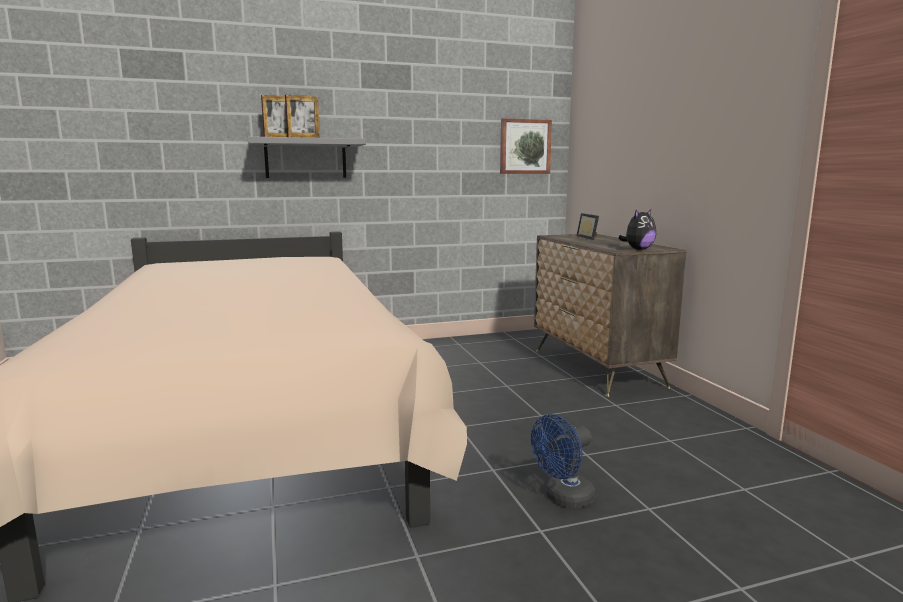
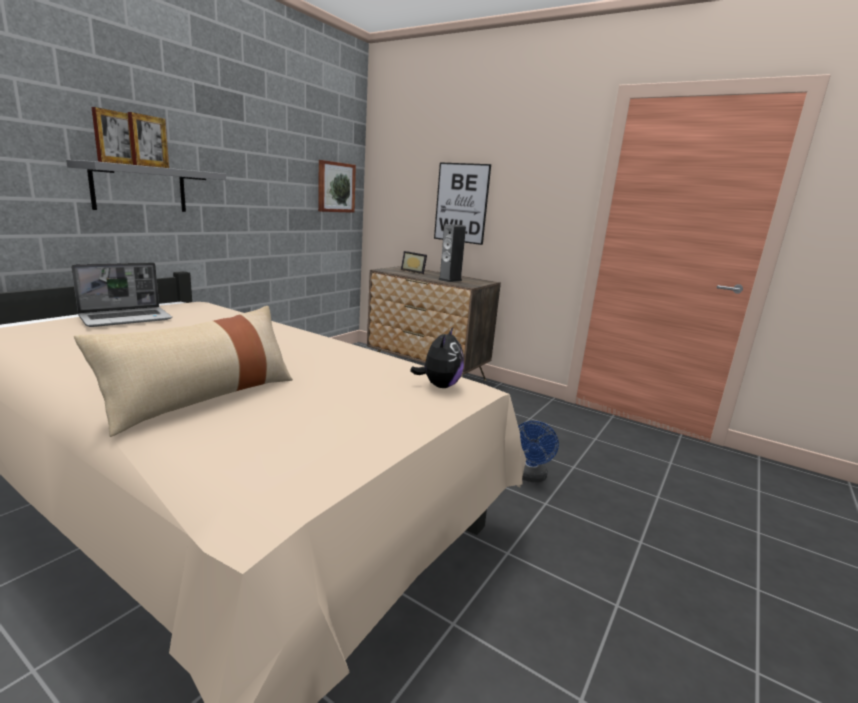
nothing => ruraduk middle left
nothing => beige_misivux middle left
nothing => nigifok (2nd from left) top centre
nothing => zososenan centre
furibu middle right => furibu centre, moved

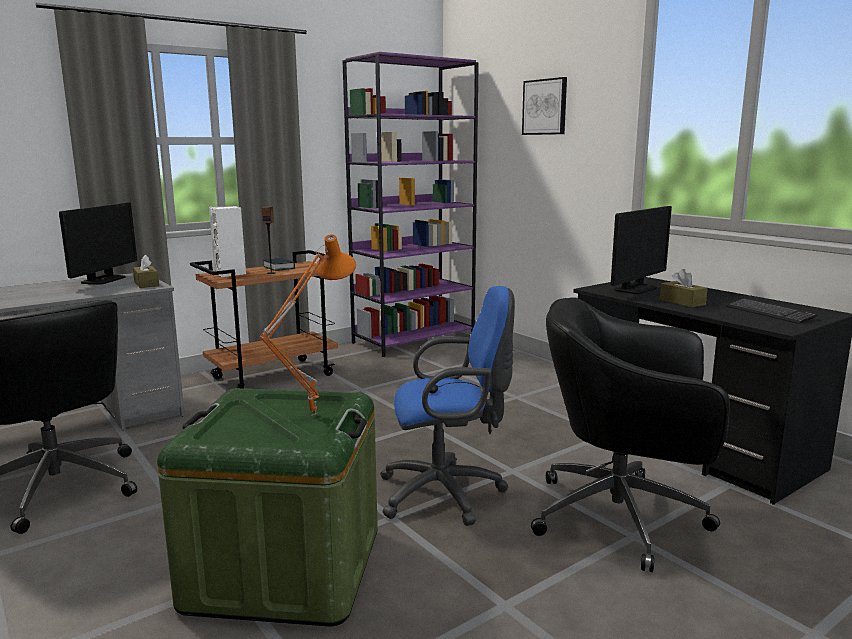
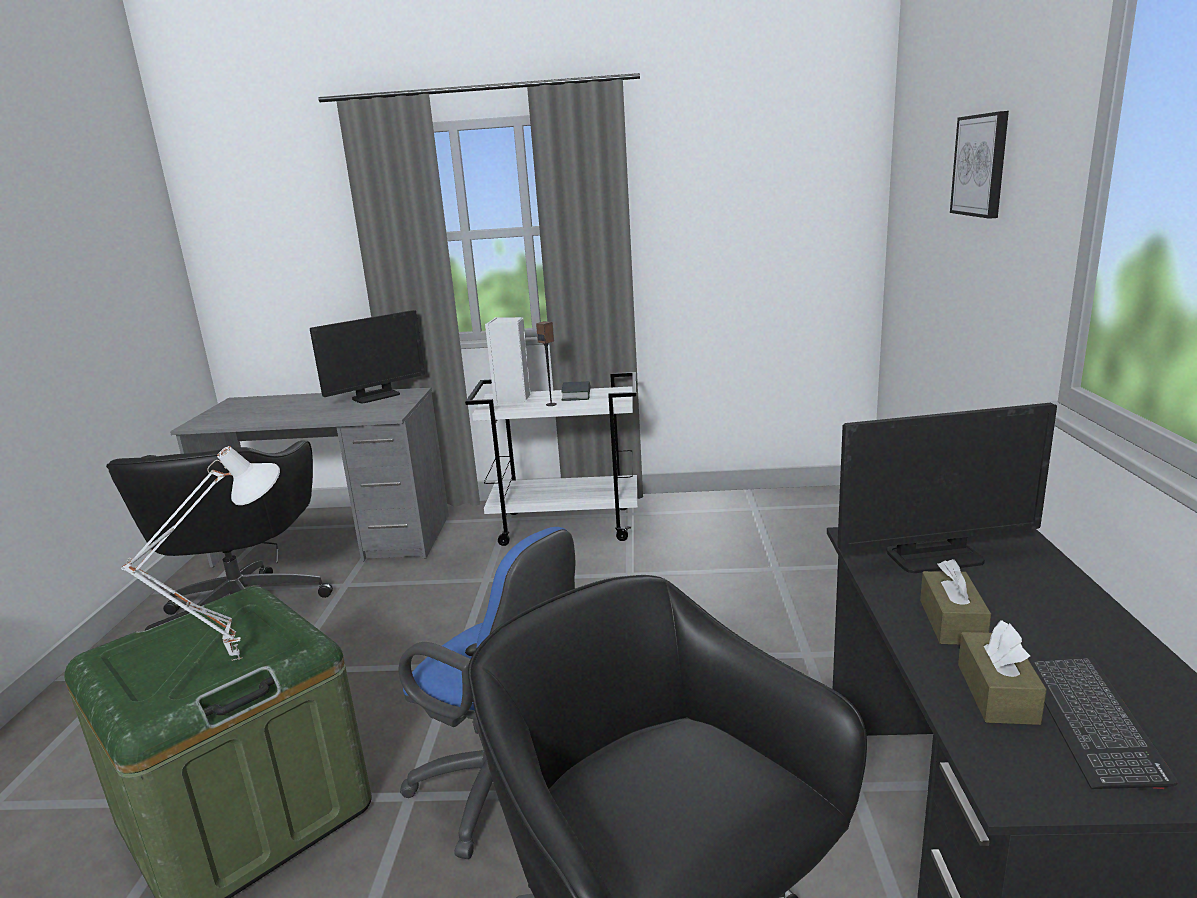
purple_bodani top centre => nothing
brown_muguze (1st from left in the first image) middle left => brown_muguze (2nd from left) bottom right, moved
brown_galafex middle left => white_galafex centre
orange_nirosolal centre => white_nirosolal middle left

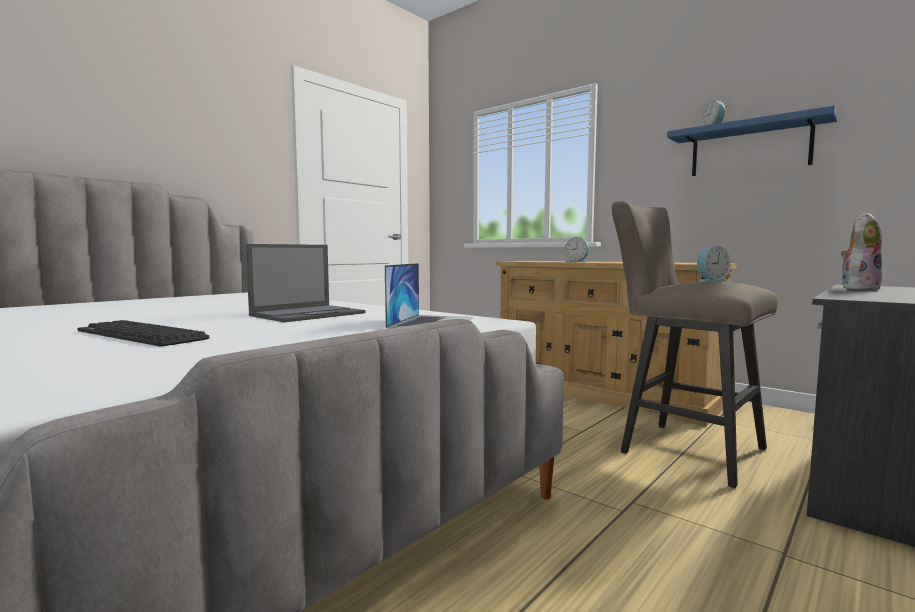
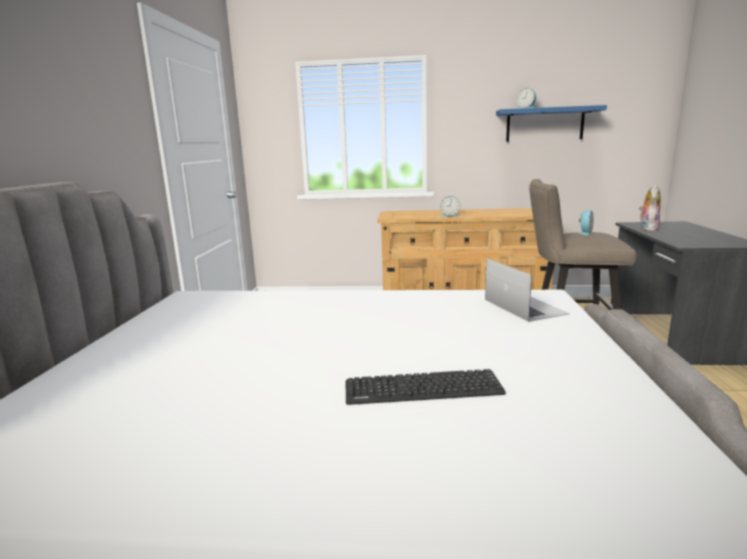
ruraduk (1st from left) centre => nothing

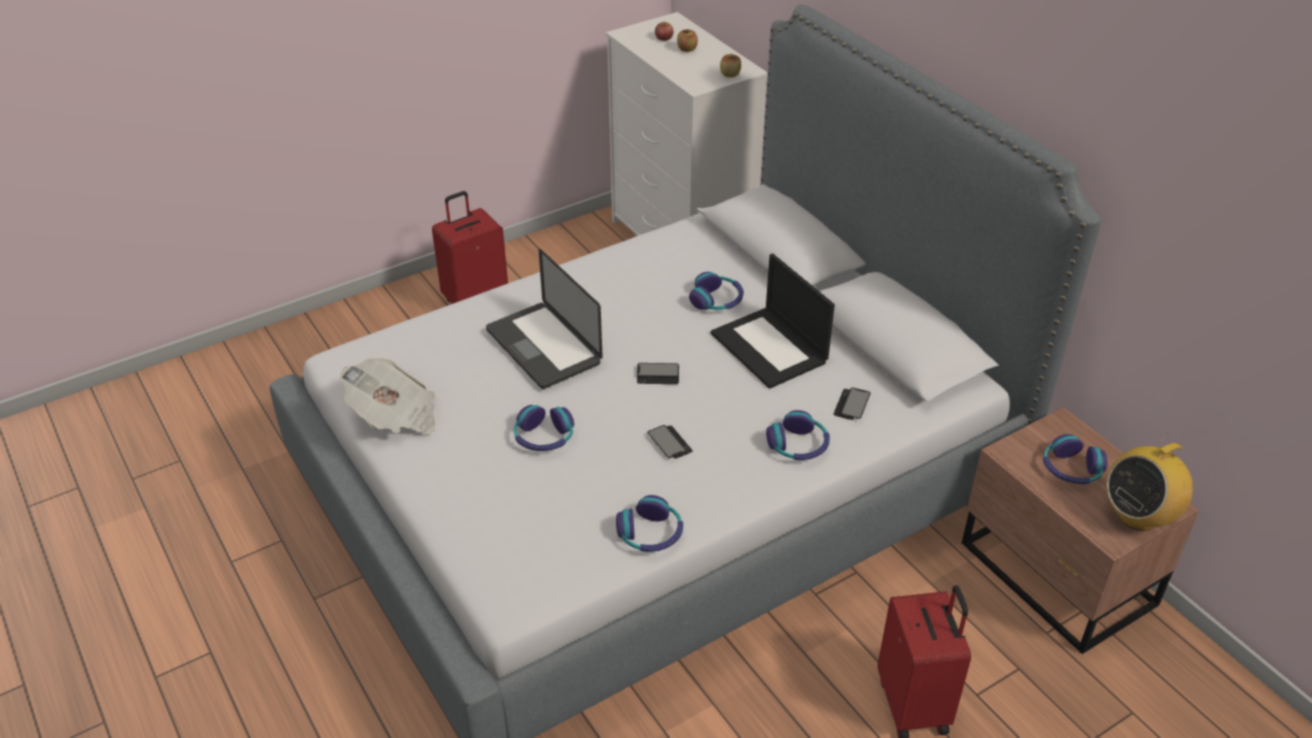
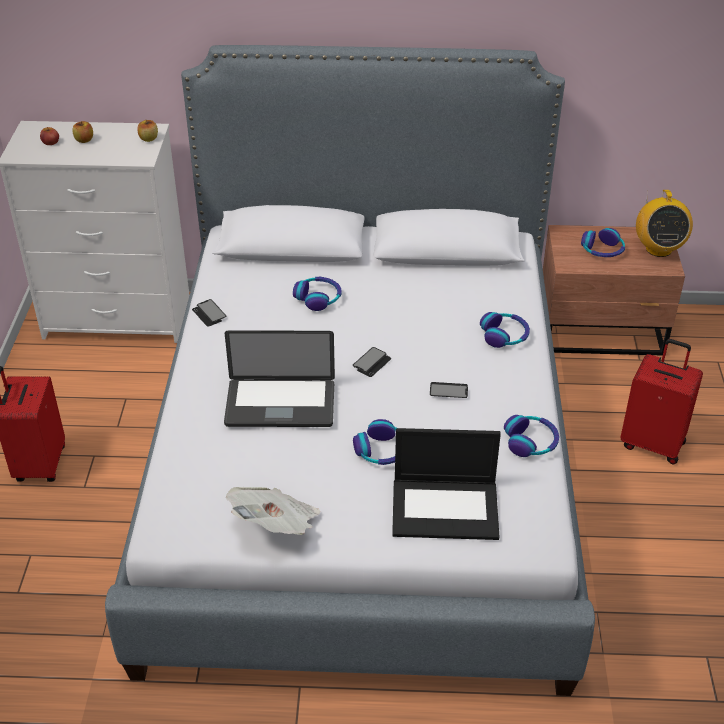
ruraduk (2nd from left) centre => ruraduk (2nd from left) bottom centre, moved
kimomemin (3rd from left in the first image) centre => kimomemin (1st from left) middle left, moved

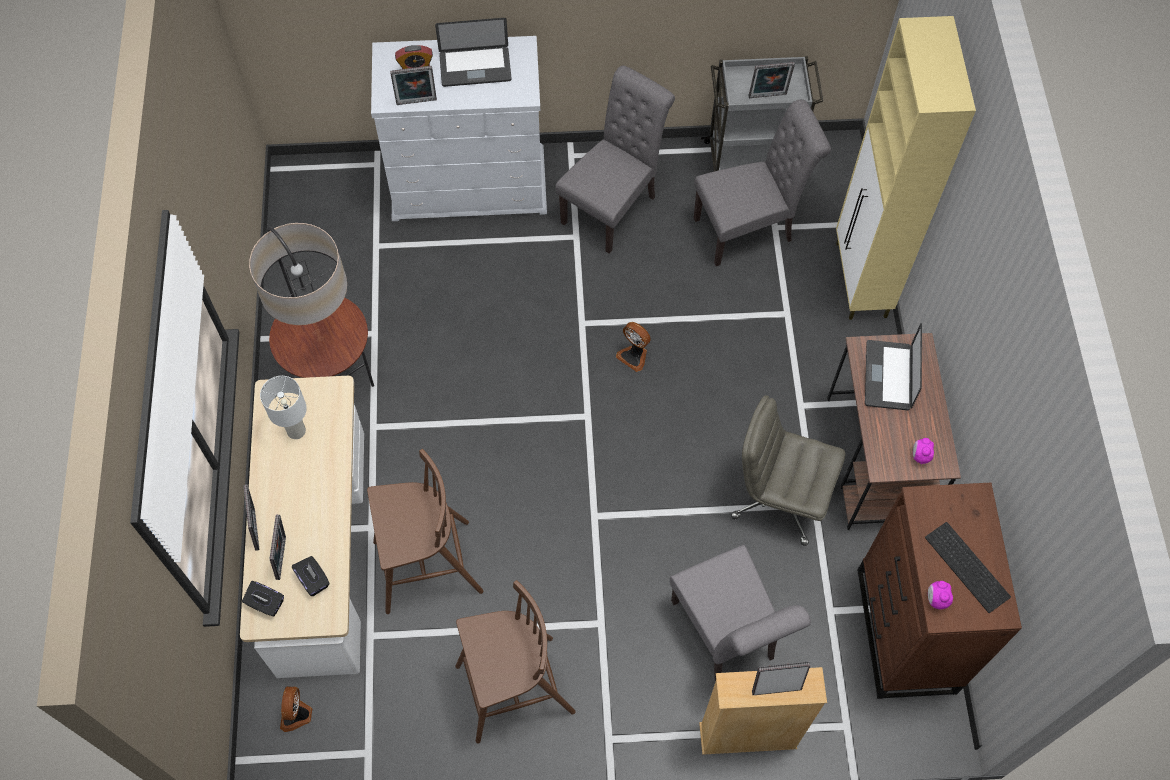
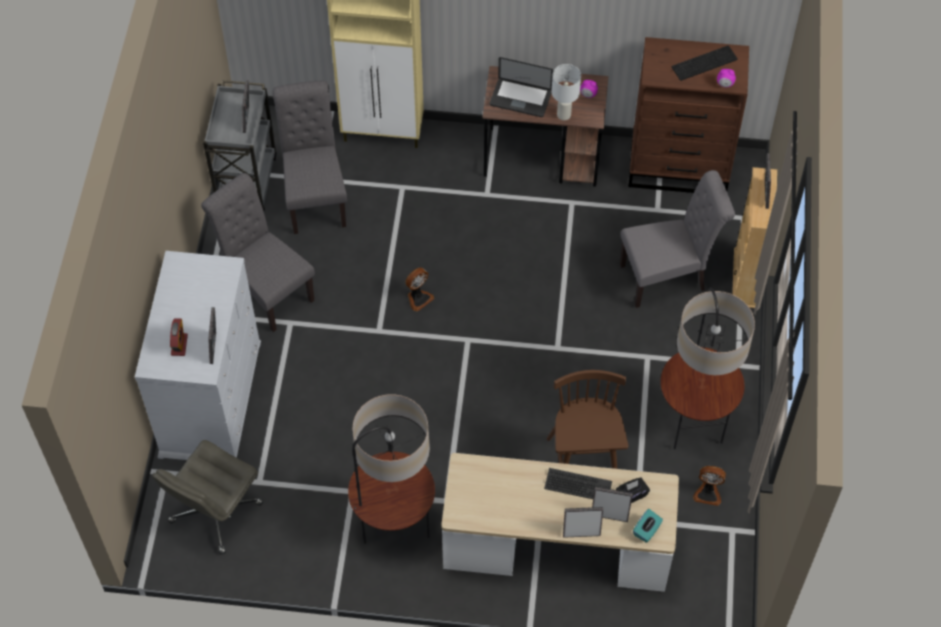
ruraduk (1st from left) top centre => nothing
nothing => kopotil (1st from left) bottom centre
white_nirosolal middle left => white_nirosolal top centre, moved
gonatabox (1st from left in the first image) bottom left => gonatabox (2nd from left) bottom right, moved
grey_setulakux middle right => grey_setulakux bottom left, moved
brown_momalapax (2nd from left) bottom centre => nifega (2nd from left) middle right
black_muguze (1st from left) bottom left => turquoise_muguze bottom right

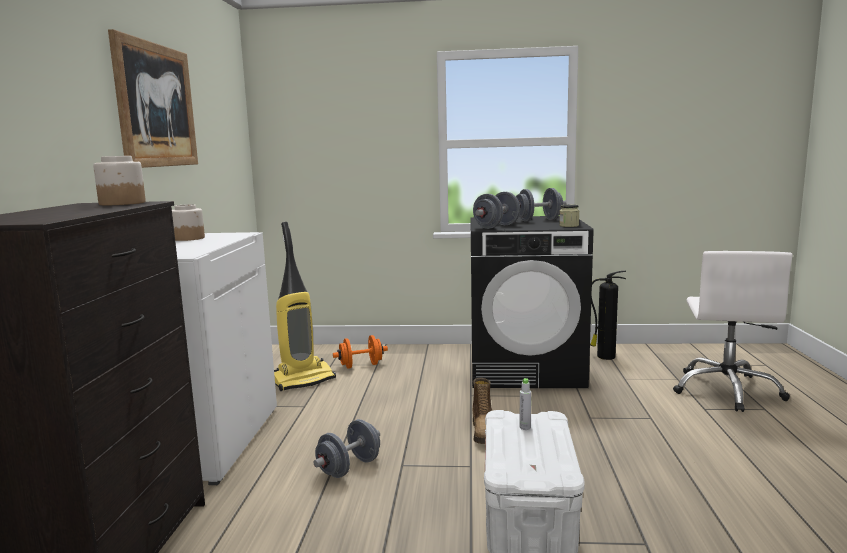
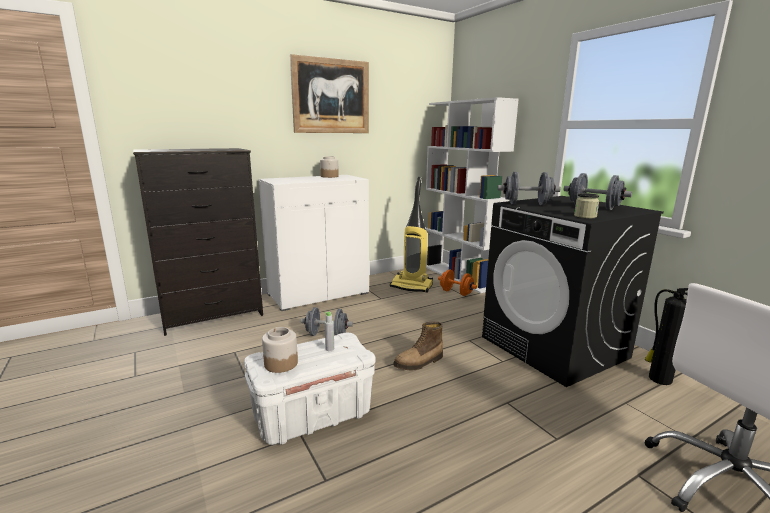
nothing => white_bodani centre
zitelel (1st from left) top left => zitelel (1st from left) bottom centre, moved

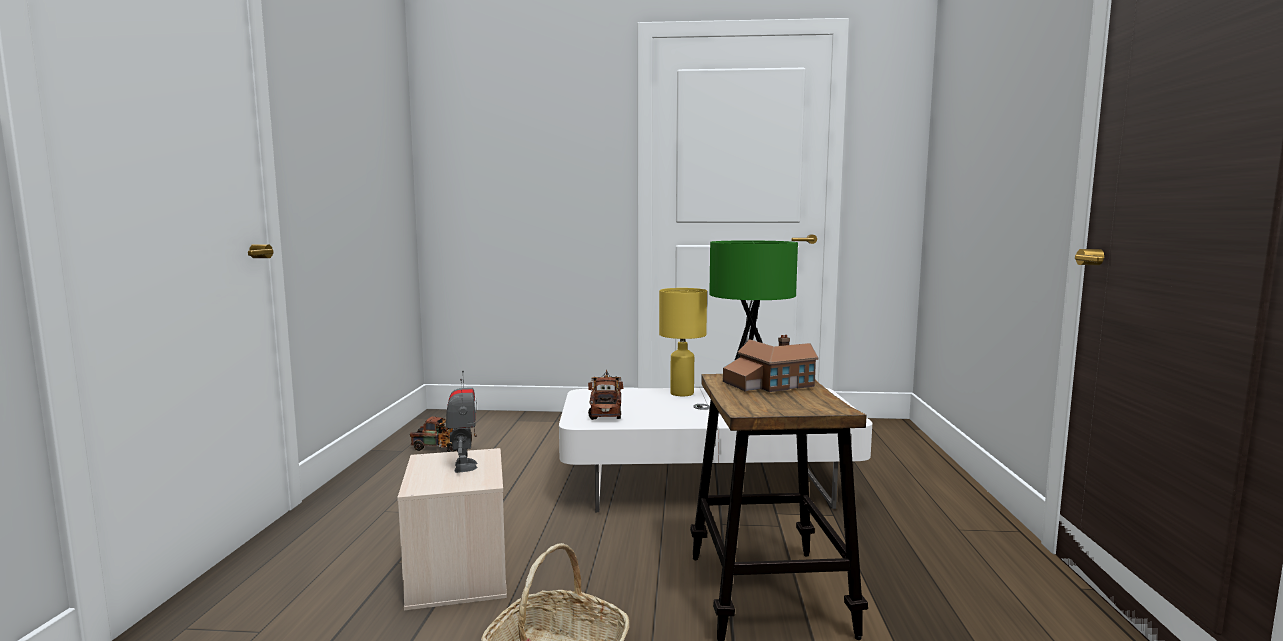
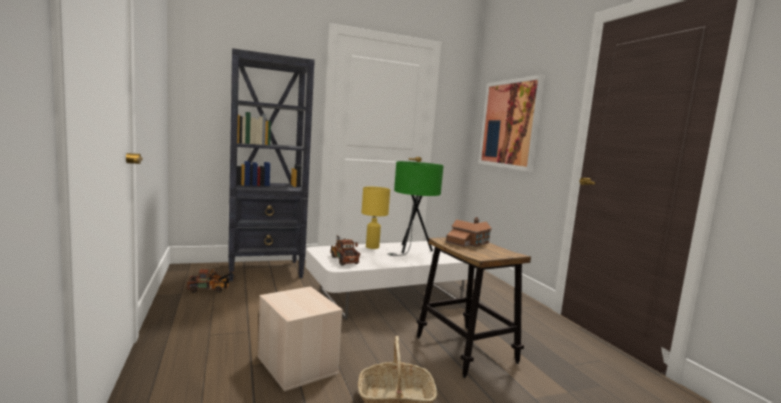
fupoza centre => nothing
nothing => black_bodani centre
nothing => nigifok top centre

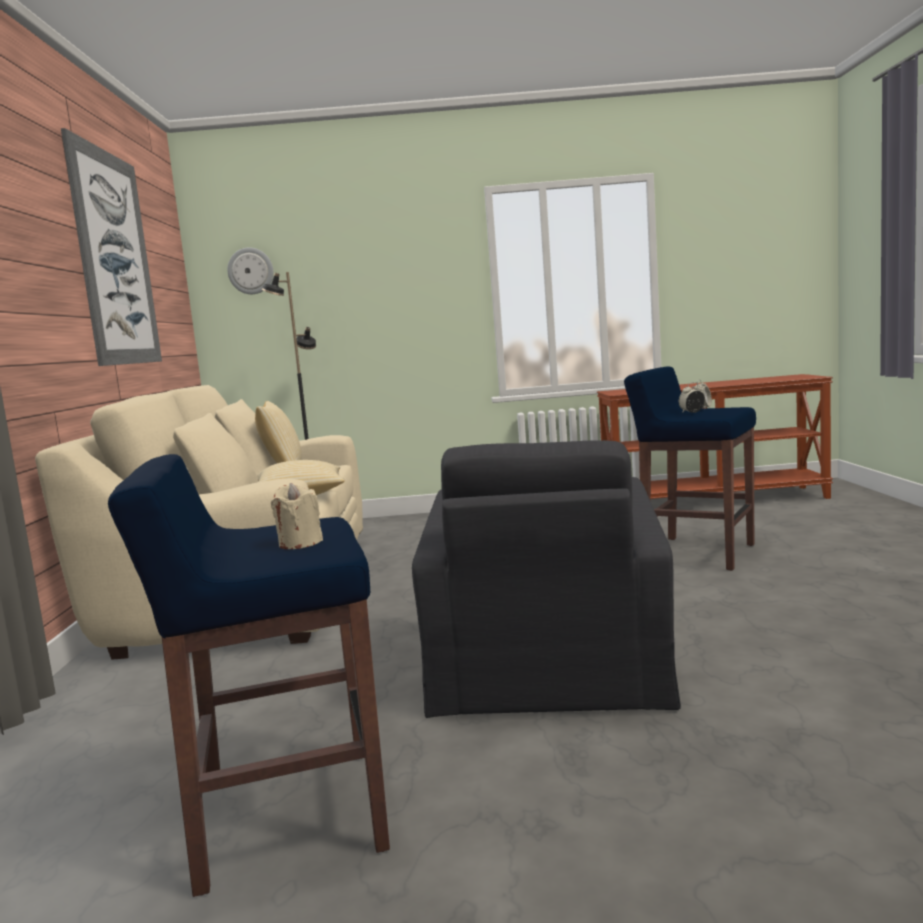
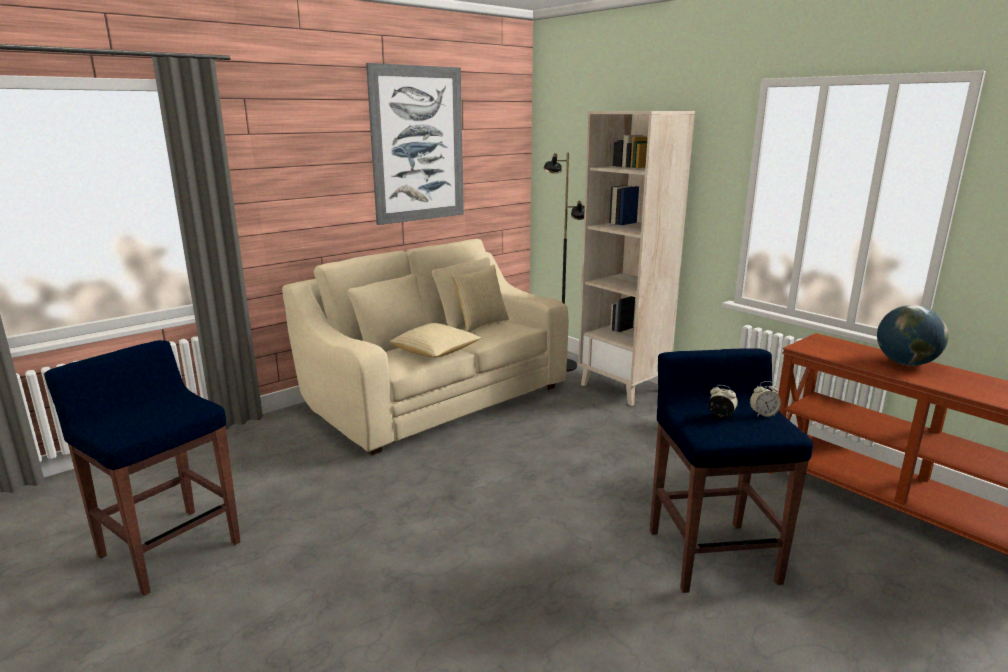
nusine top left => nothing
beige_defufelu middle left => nothing
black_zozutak centre => nothing
nothing => beige_bodani centre
nothing => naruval middle right

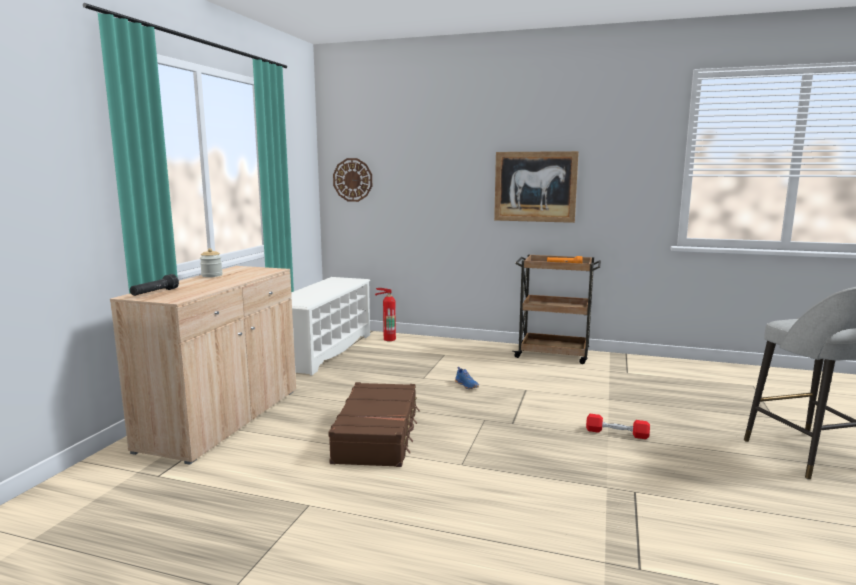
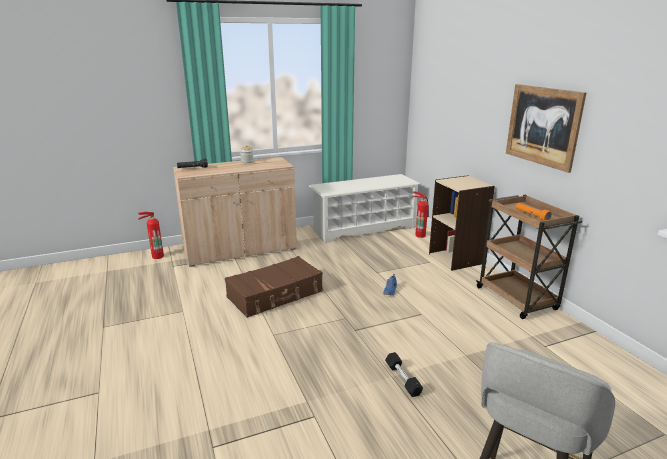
nusine top centre => nothing
nothing => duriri (1st from left) middle left
nothing => beige_bodani middle right
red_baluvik bottom right => black_baluvik bottom centre

